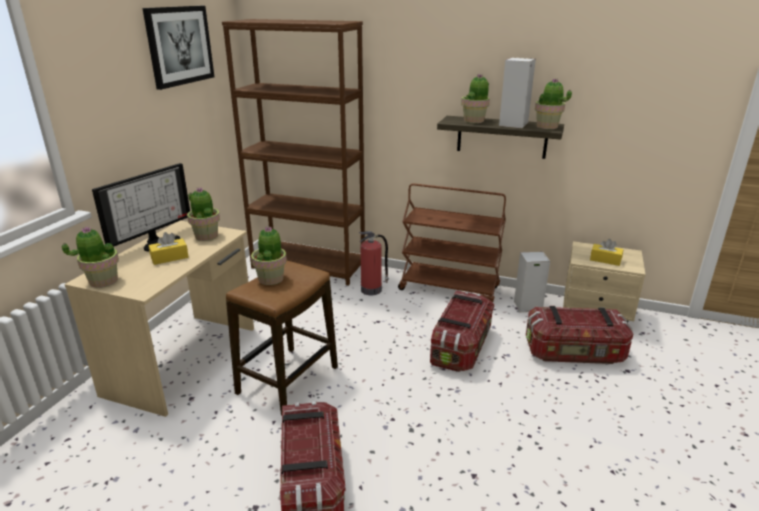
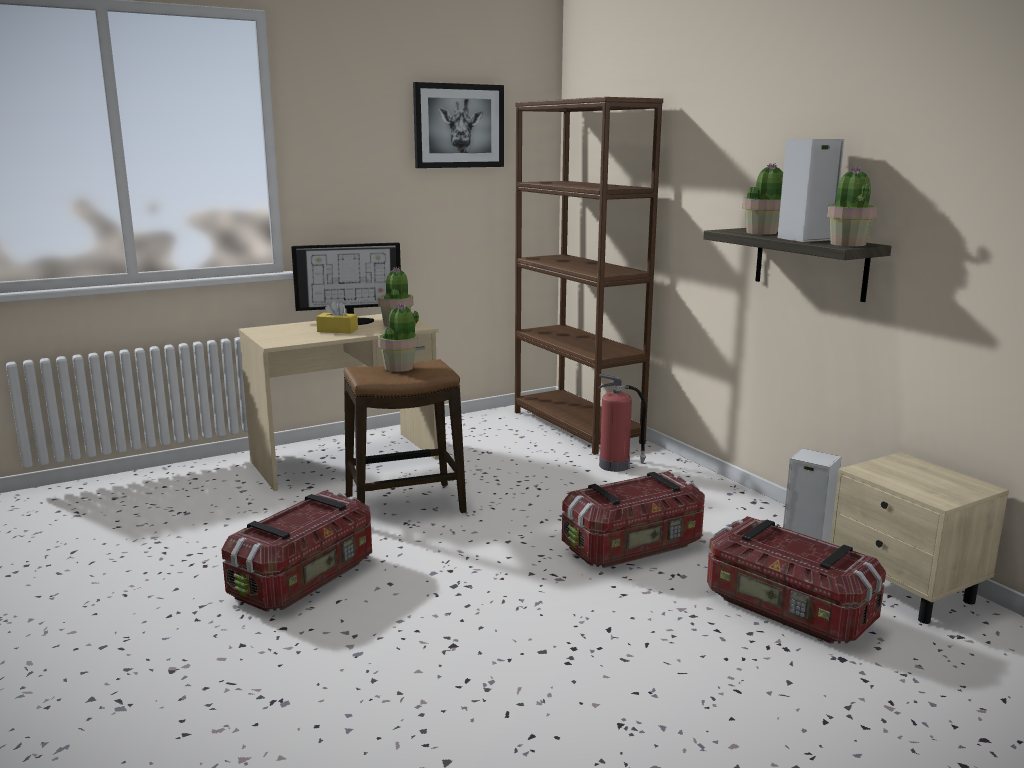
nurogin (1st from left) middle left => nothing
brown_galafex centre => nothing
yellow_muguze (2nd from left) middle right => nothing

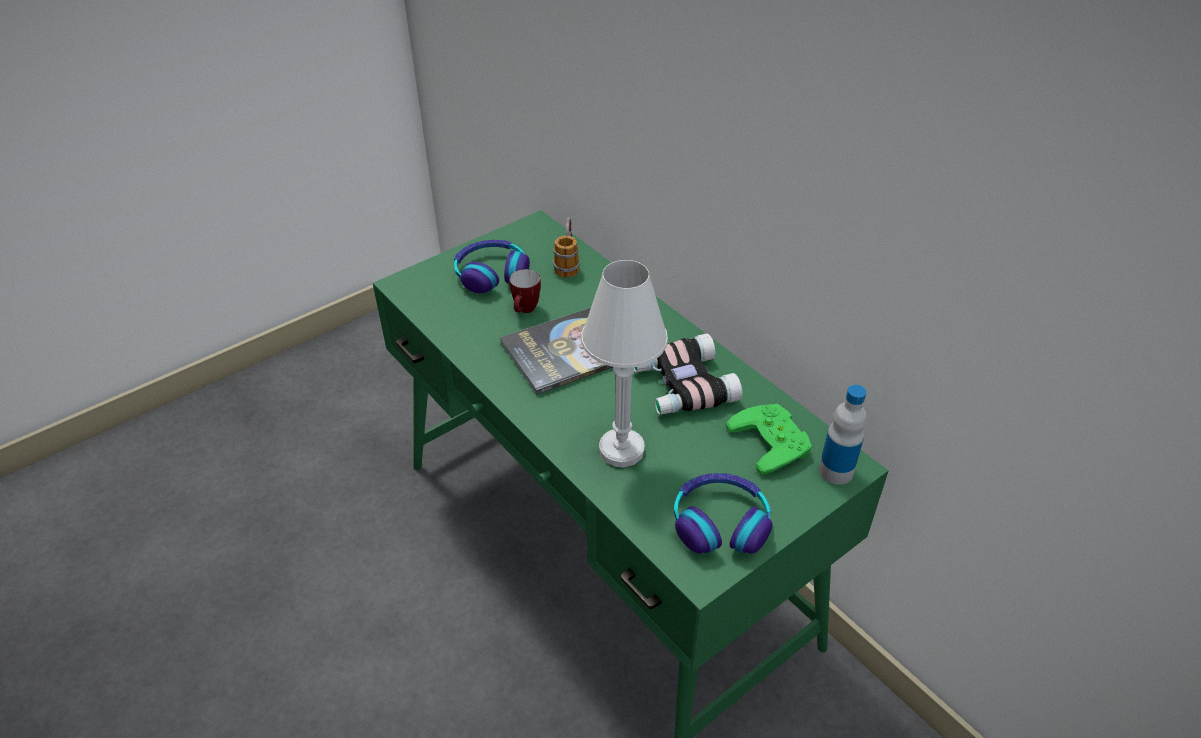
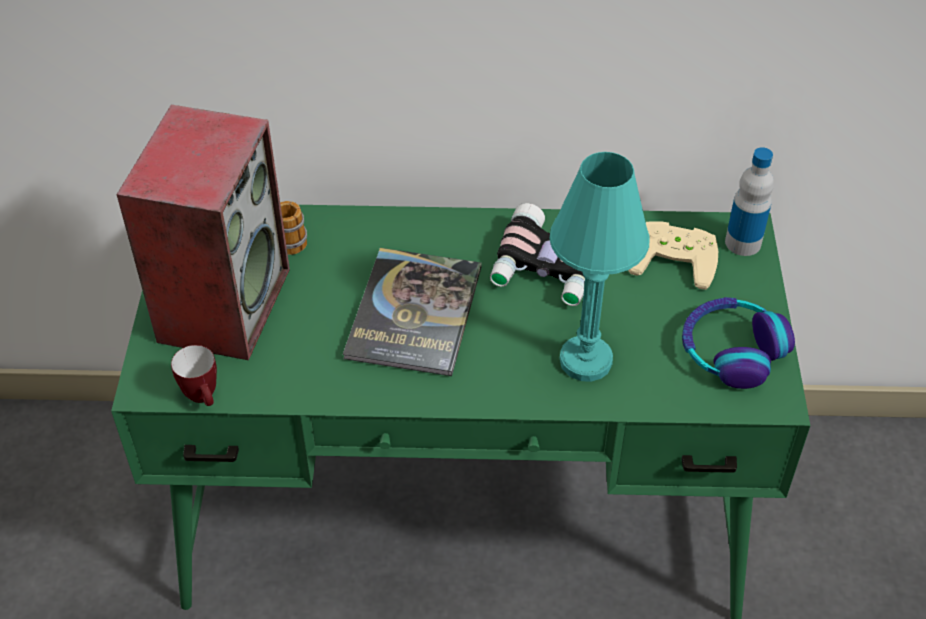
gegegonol (1st from left) centre => gegegonol (1st from left) middle left, moved
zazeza (1st from left) centre => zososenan middle left
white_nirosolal centre => turquoise_nirosolal centre
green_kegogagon centre => beige_kegogagon middle right

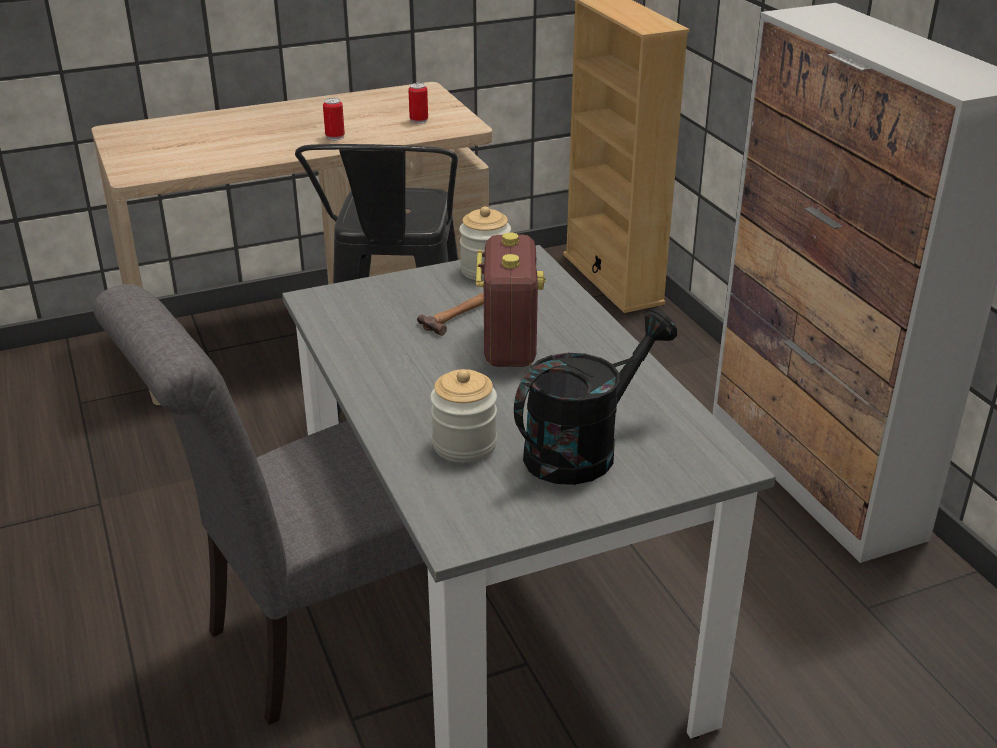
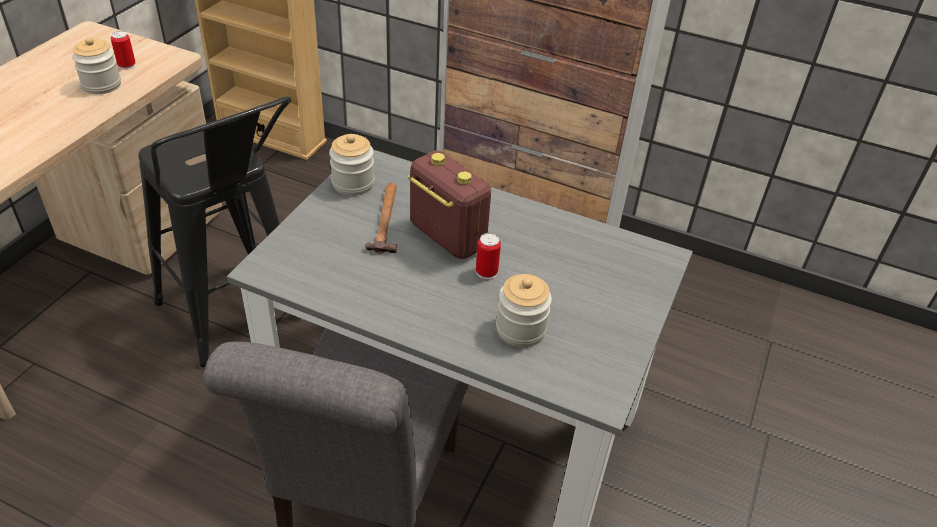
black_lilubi centre => nothing
nothing => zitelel (1st from left) top left
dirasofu (1st from left in the first image) top centre => dirasofu (2nd from left) centre, moved

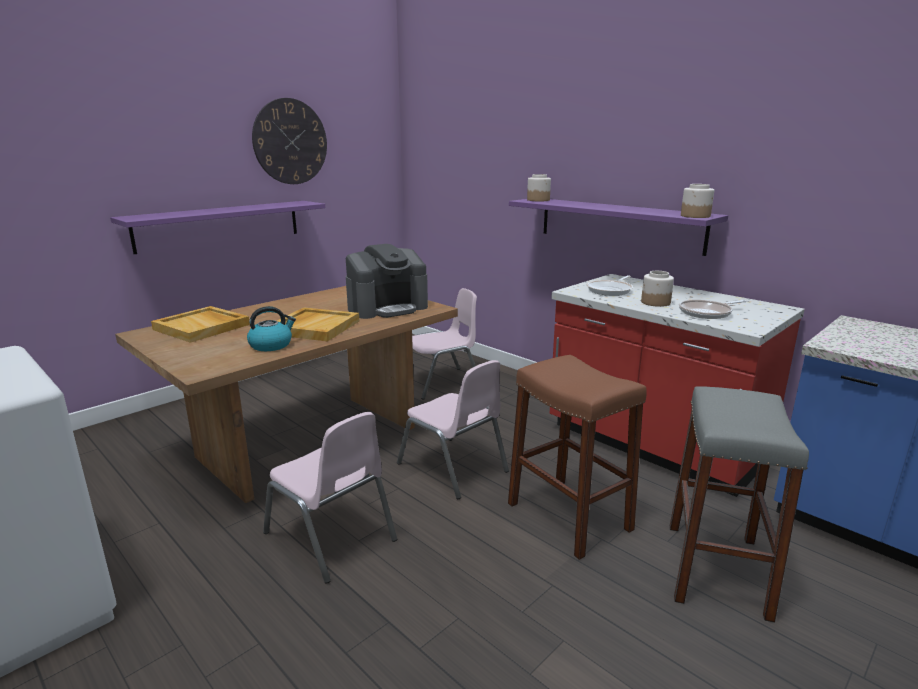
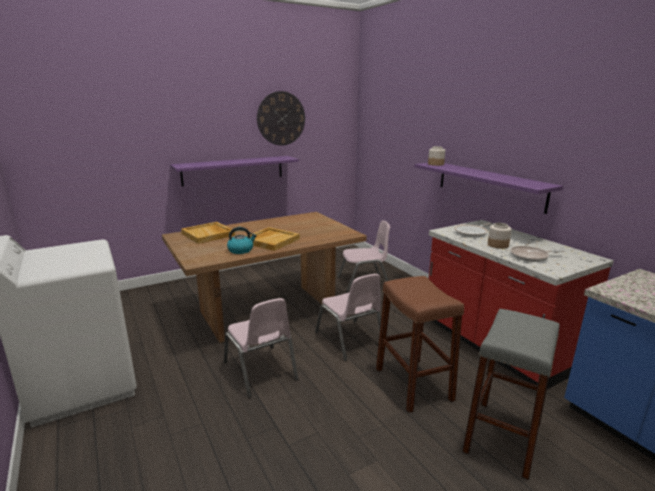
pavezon centre => nothing
zitelel (3rd from left) top right => nothing

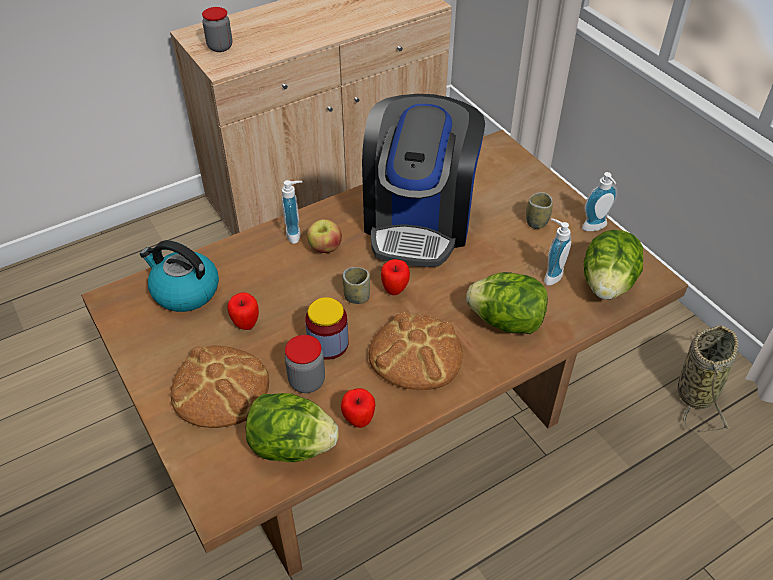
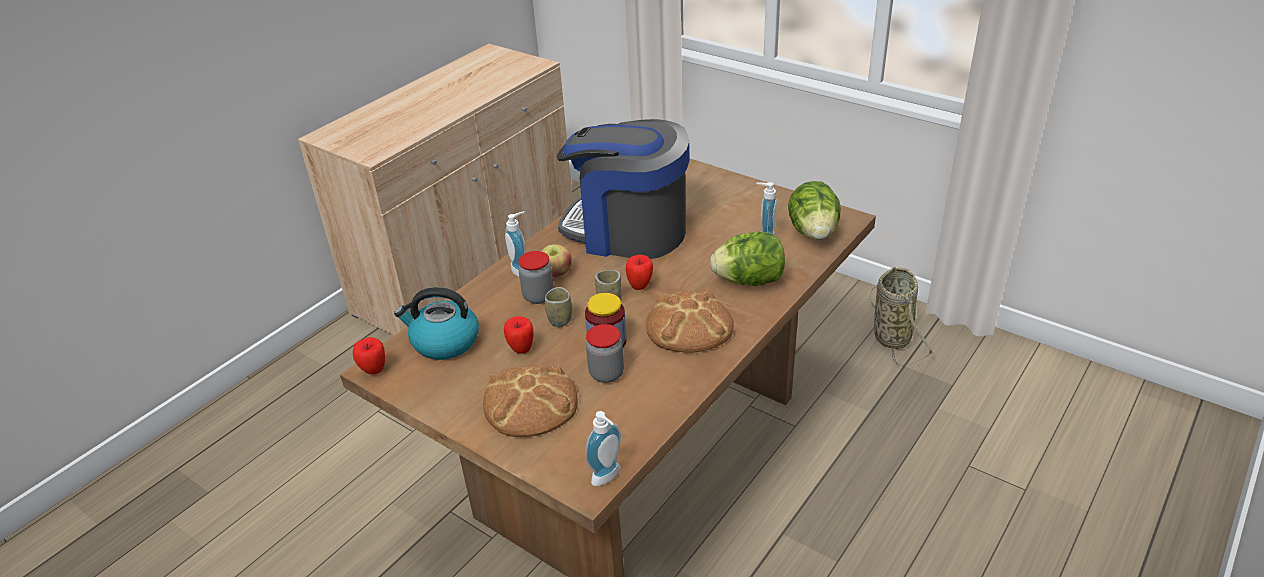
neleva (1st from left) bottom centre => nothing
zitelel (1st from left) top left => zitelel (1st from left) centre, moved
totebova (3rd from left in the first image) bottom centre => totebova (1st from left) middle left, moved
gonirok (2nd from left in the first image) middle right => gonirok (1st from left) centre, moved
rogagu (3rd from left in the first image) middle right => rogagu (2nd from left) bottom centre, moved
pavezon top centre, 120 degrees clockwise

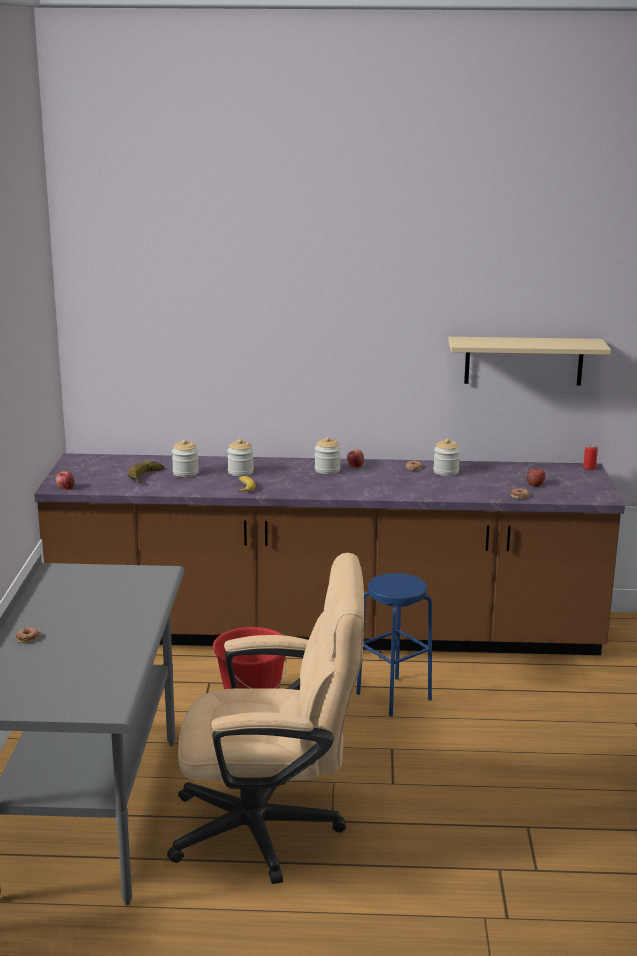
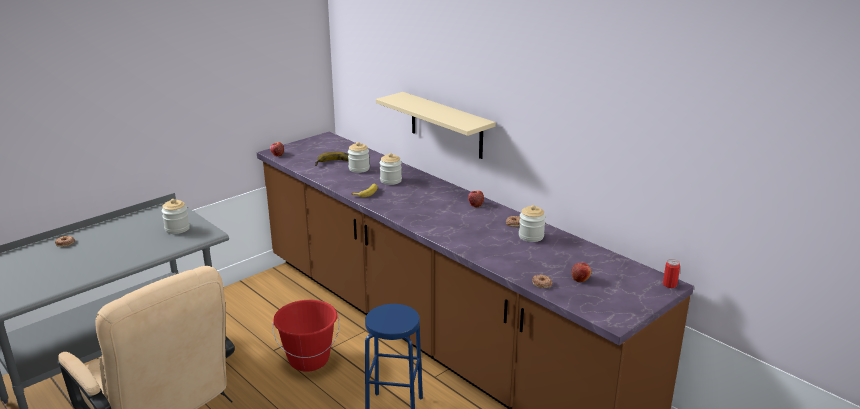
zitelel (3rd from left in the first image) centre => zitelel (1st from left) middle left, moved
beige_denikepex middle right => beige_denikepex top centre, moved

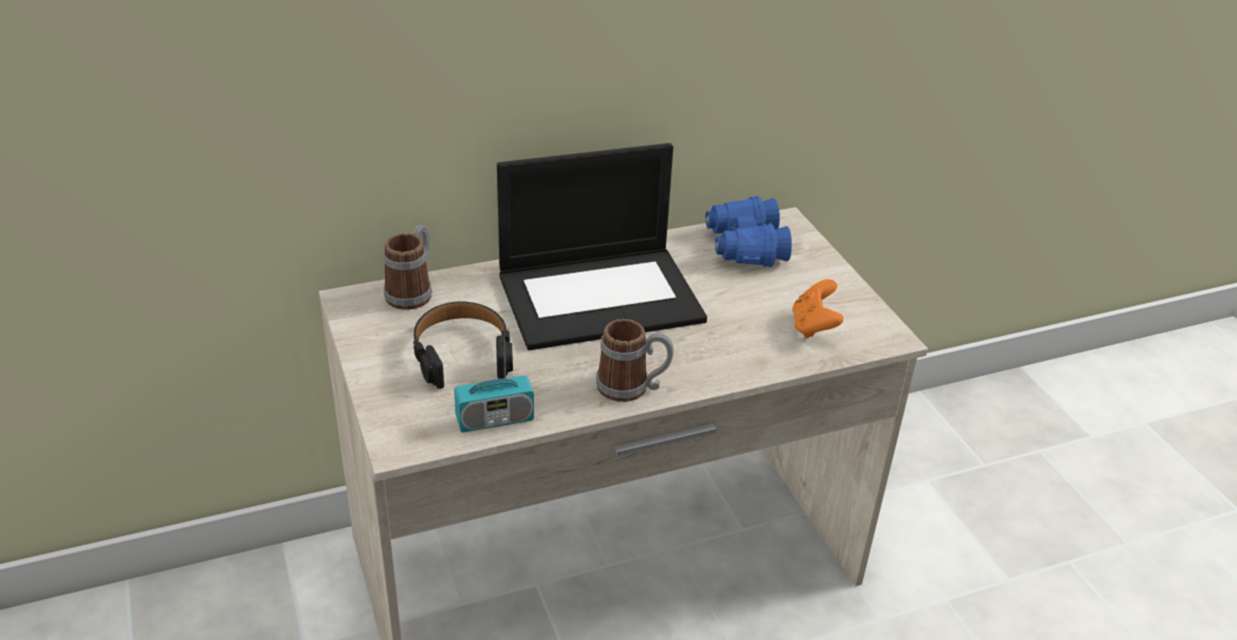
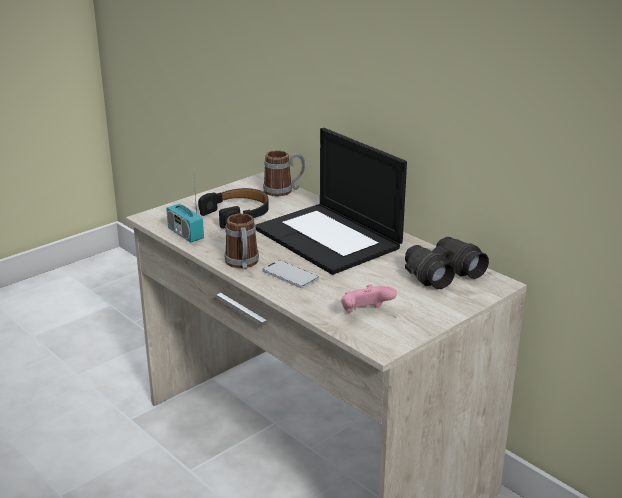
nothing => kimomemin centre
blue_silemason centre => black_silemason middle right
orange_kegogagon centre => pink_kegogagon centre

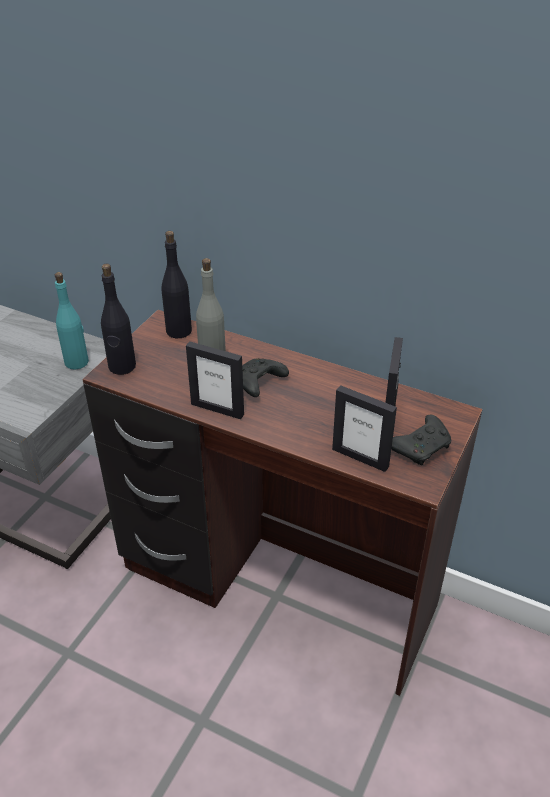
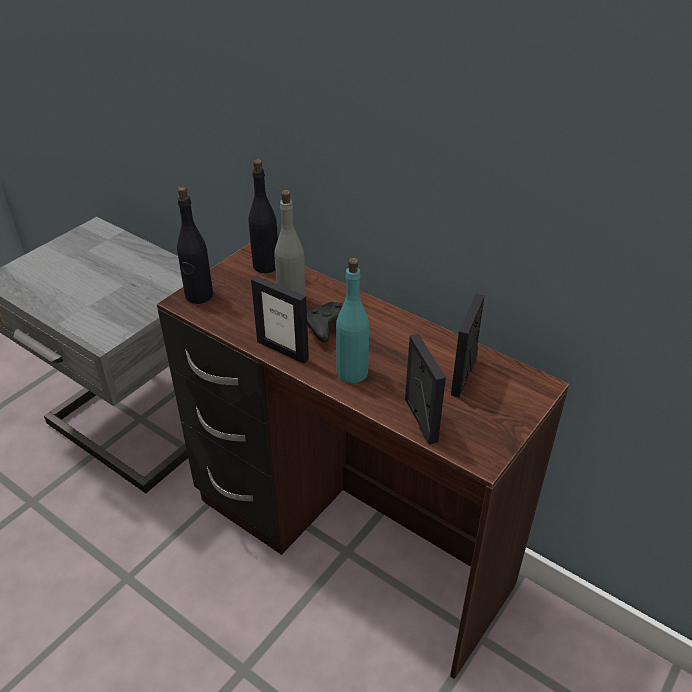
black_kegogagon (2nd from left) middle right => nothing
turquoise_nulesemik middle left => turquoise_nulesemik centre, moved
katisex (2nd from left) centre, 150 degrees counterclockwise

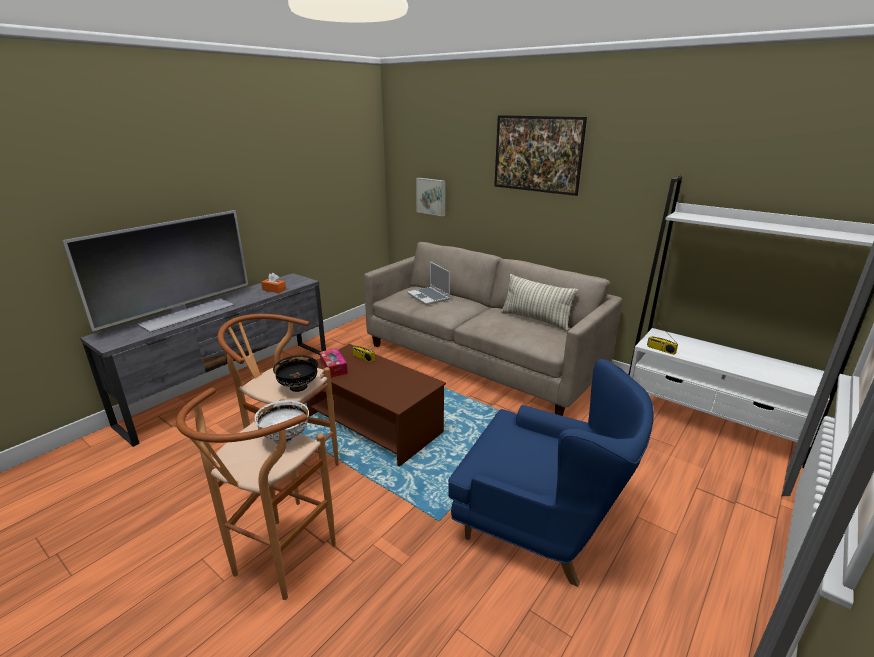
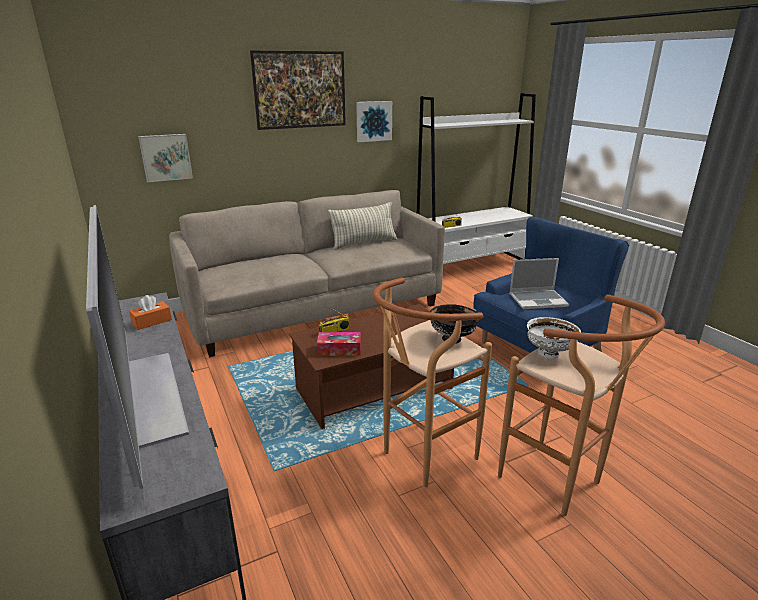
nothing => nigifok (3rd from left) top centre
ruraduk centre => ruraduk middle right, moved

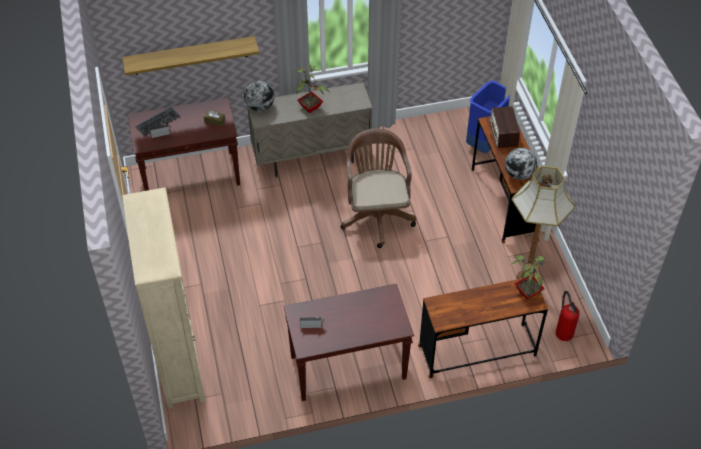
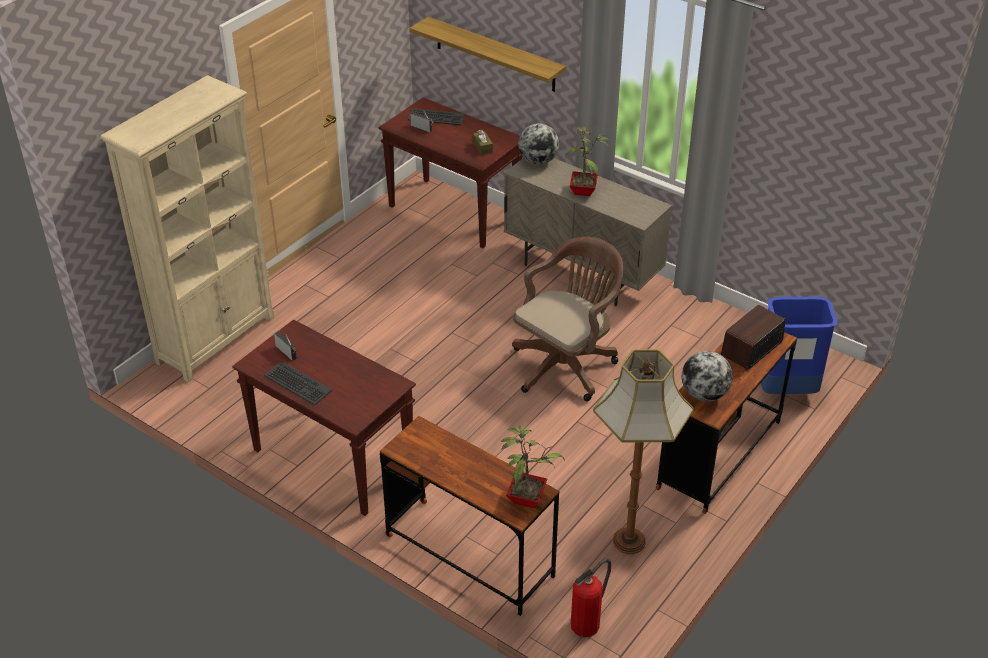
nothing => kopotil (1st from left) middle left

